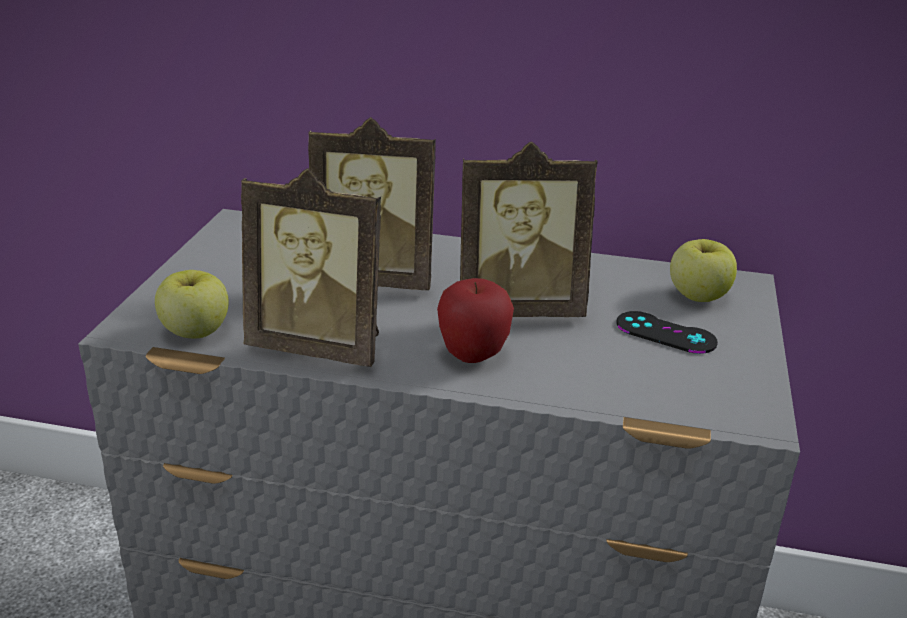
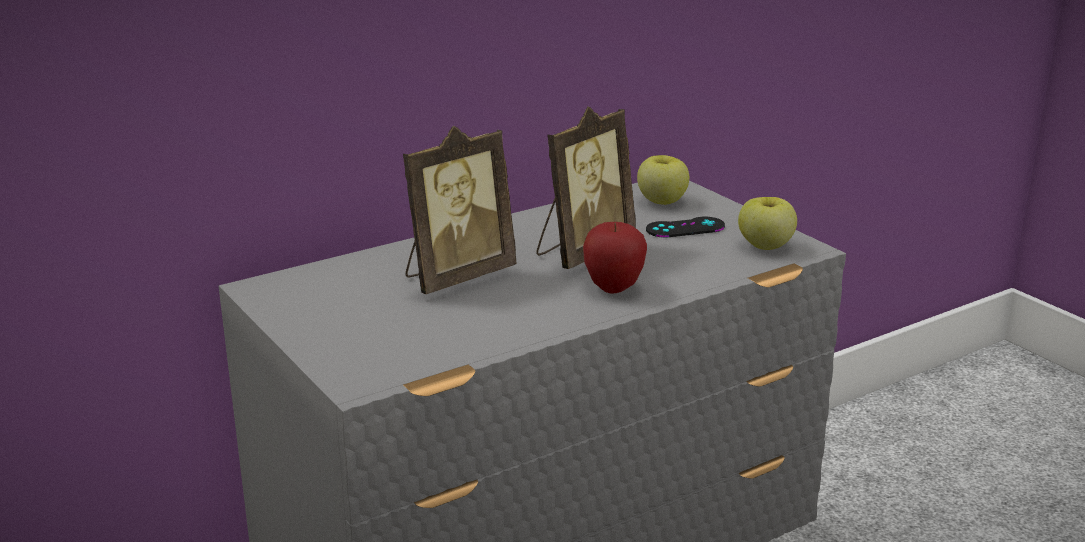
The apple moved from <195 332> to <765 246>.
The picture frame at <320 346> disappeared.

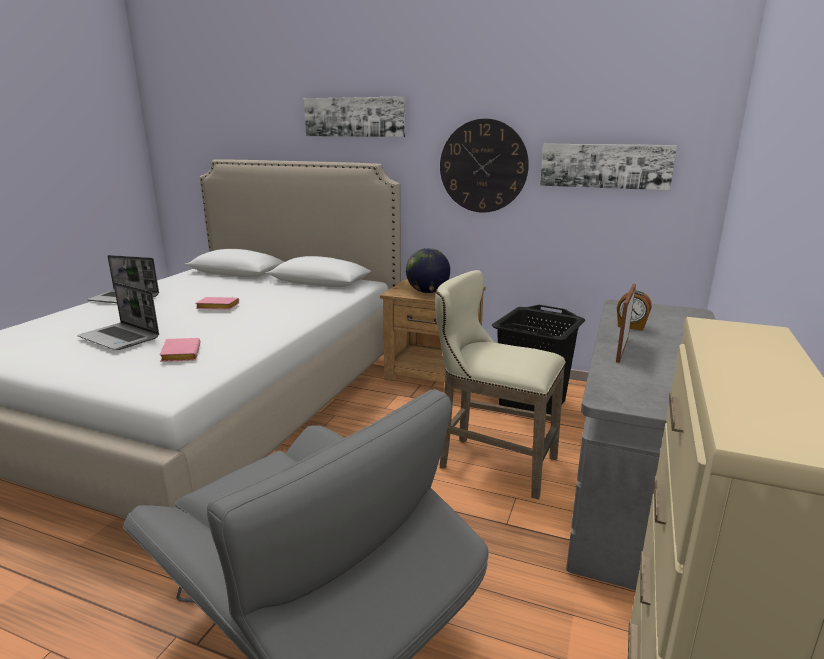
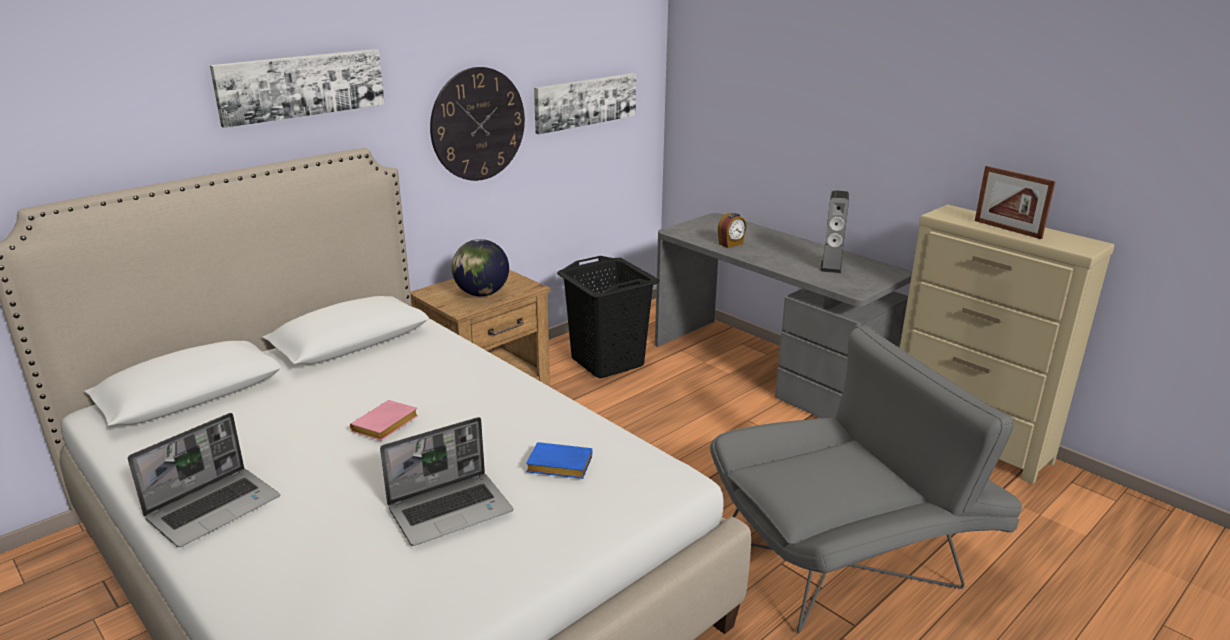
The pink book at <180 354> became the blue book at <557 466>.
The beige stool at <491 462> disappeared.
The picture frame moved from <622 349> to <1007 229>.
The speaker at <831 267> appeared.

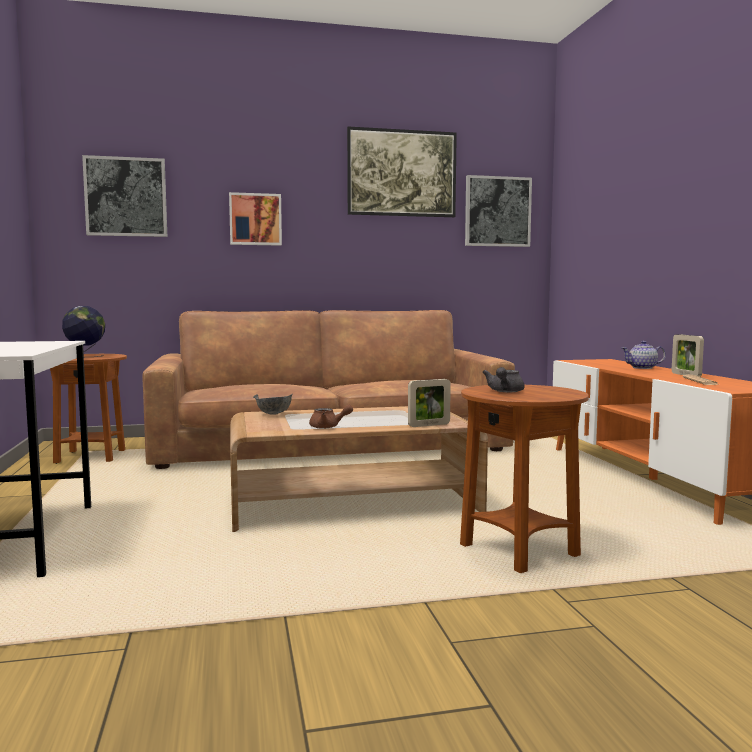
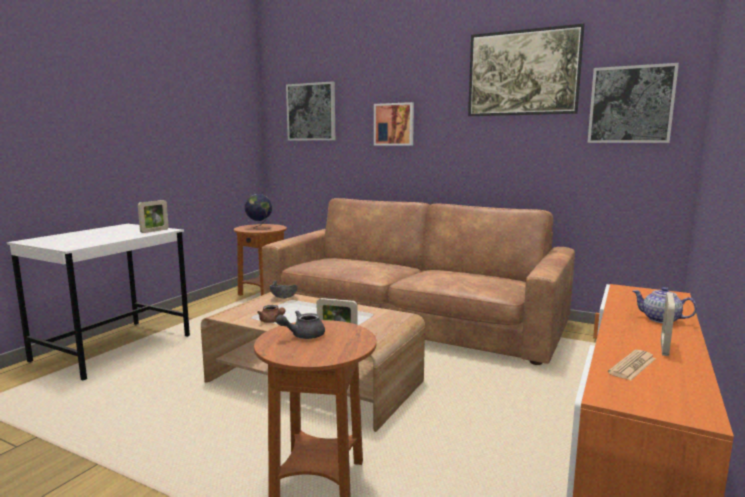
The picture frame at <154 231> appeared.

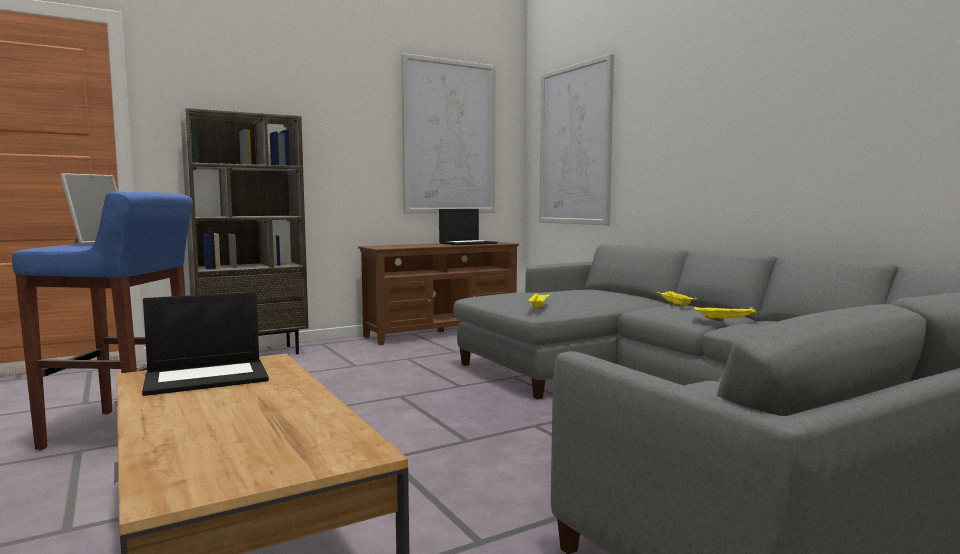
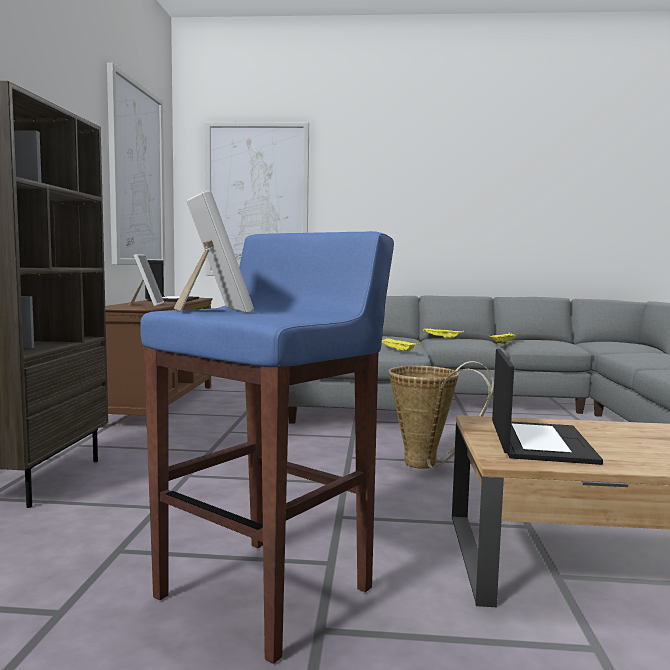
The picture frame at <147 304> appeared.
The basket at <428 465> appeared.

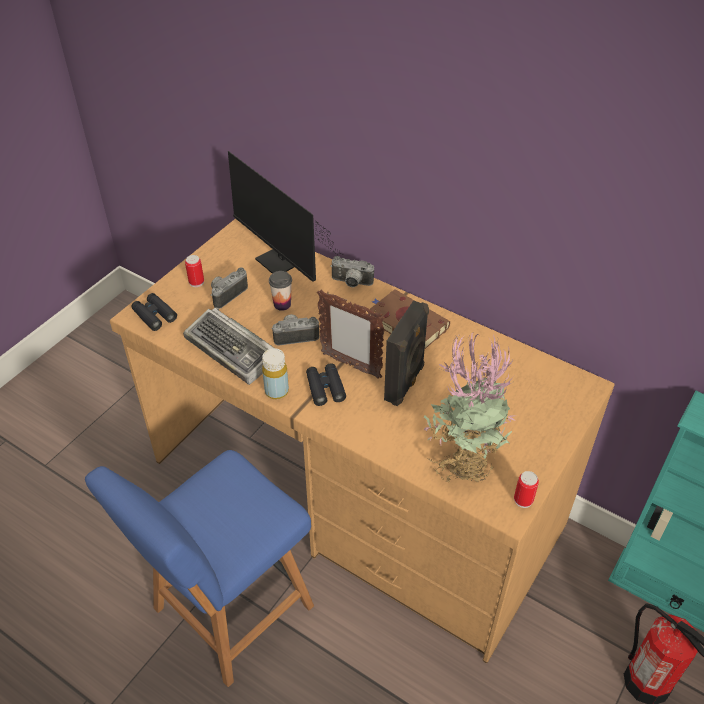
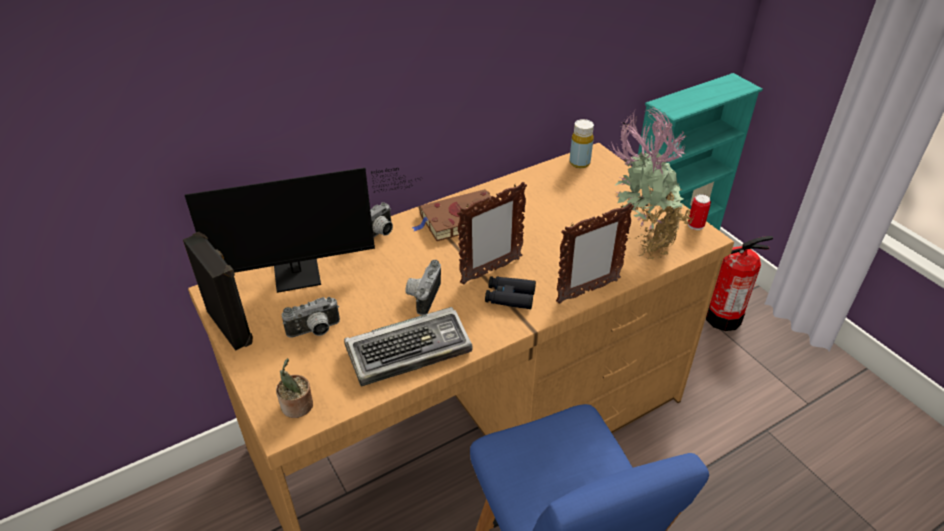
The black binoculars at <154 315> was replaced by the potted plant at <297 407>.
The can at <196 282> disappeared.
The photo camera at <227 294> turned 90 degrees counterclockwise.
The yellow bottle moved from <276 391> to <579 163>.
The cup at <282 304> disappeared.
The black speaker moved from <405 383> to <231 326>.
The picture frame at <587 291> appeared.

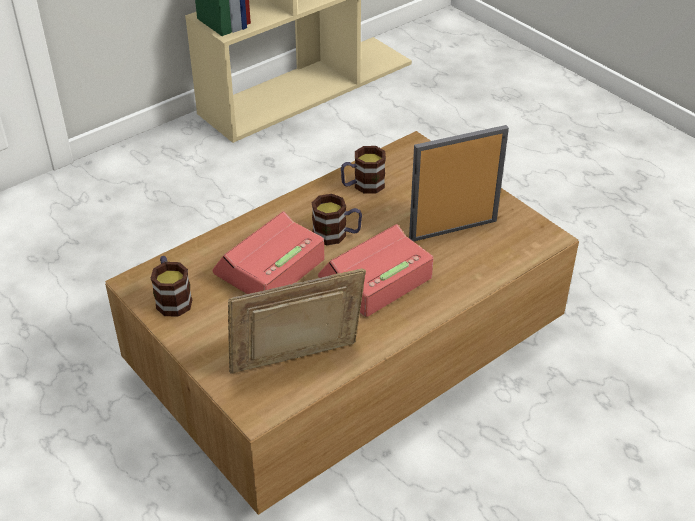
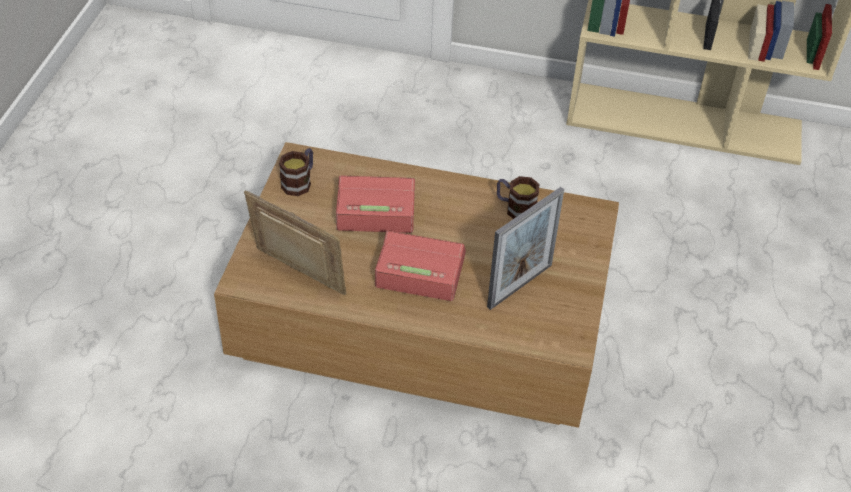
The mug at <337 235> disappeared.
The picture frame at <453 230> turned 105 degrees clockwise.

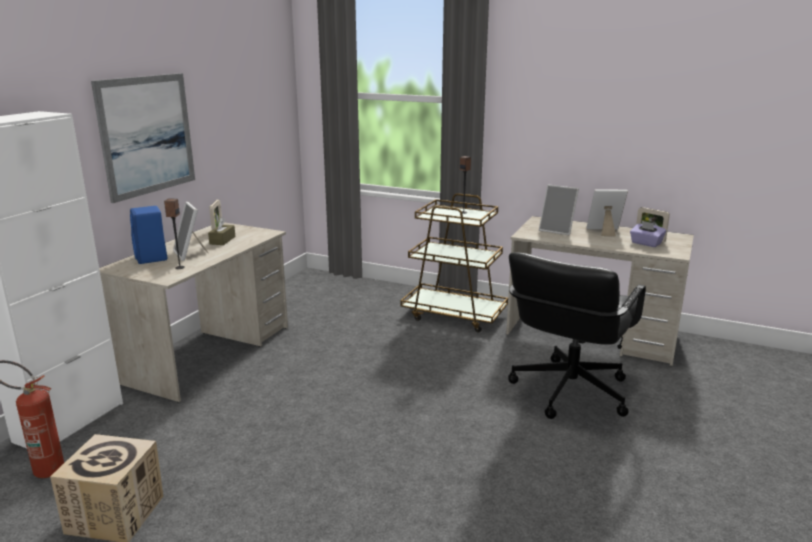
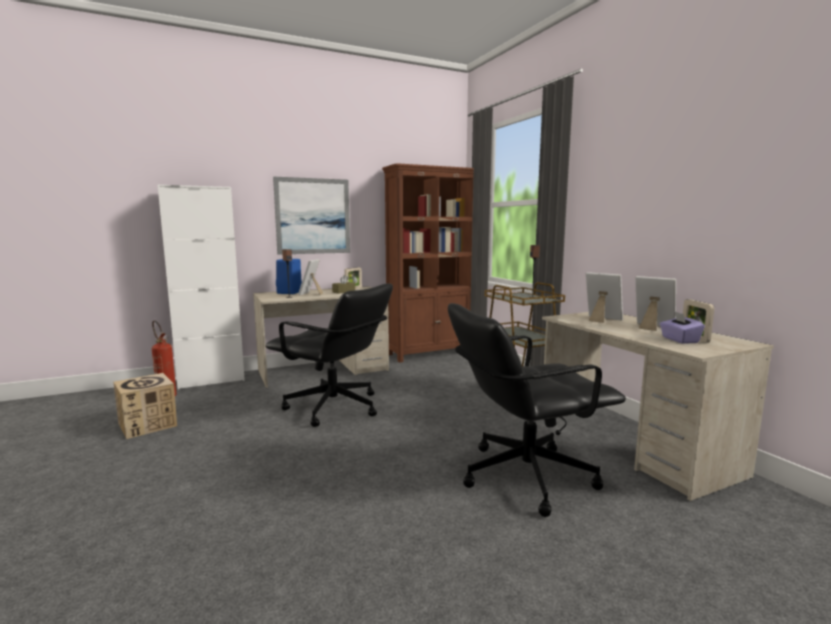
The picture frame at <557 230> turned 150 degrees clockwise.
The black office chair at <334 408> appeared.
The brown bookcase at <430 353> appeared.

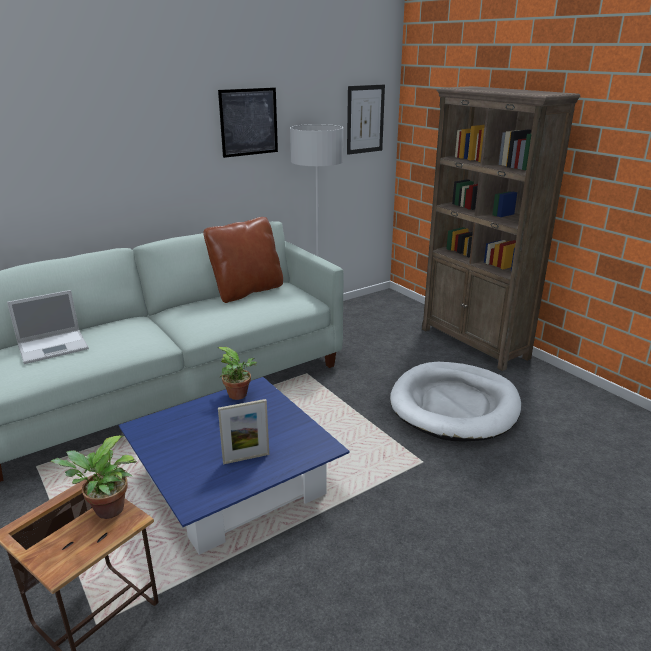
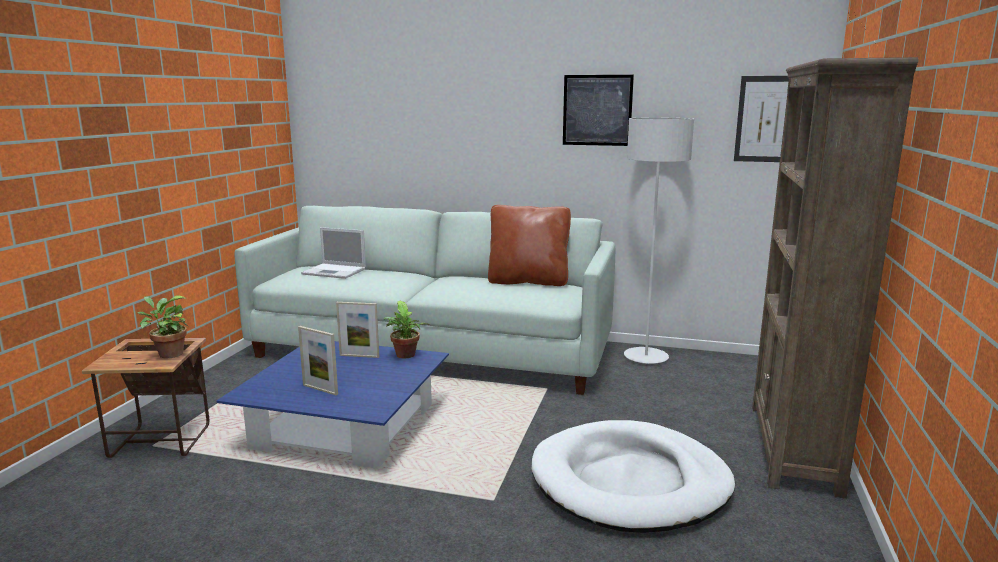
The picture frame at <359 356> appeared.

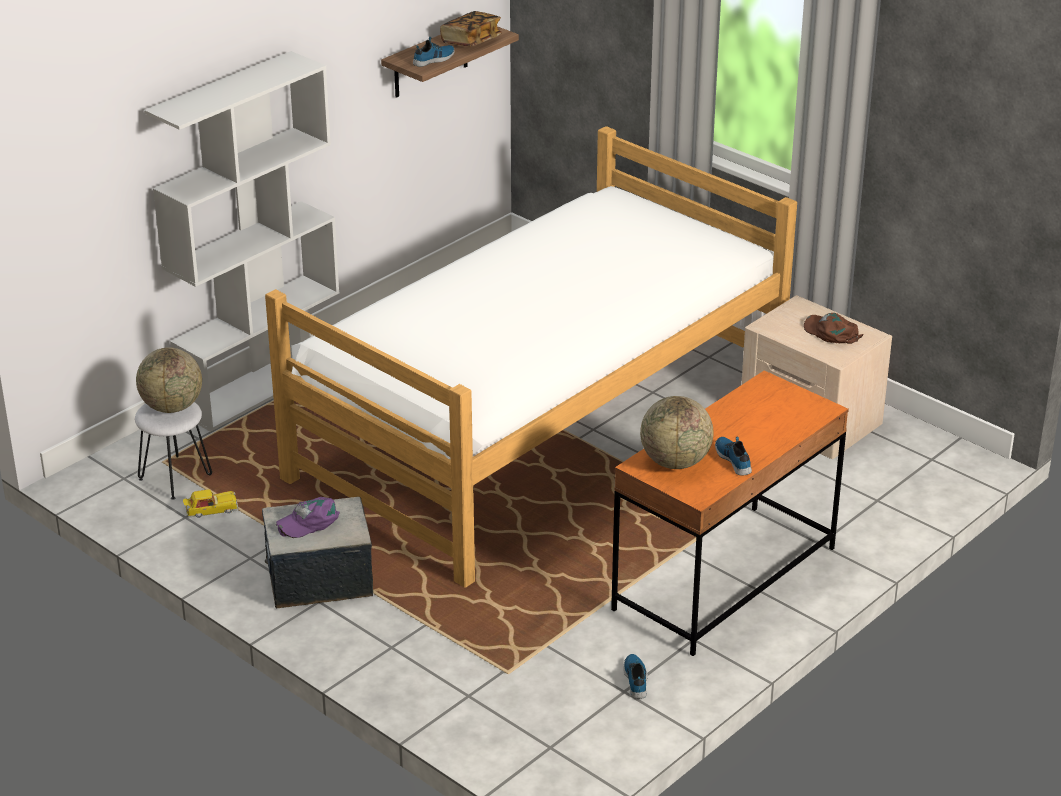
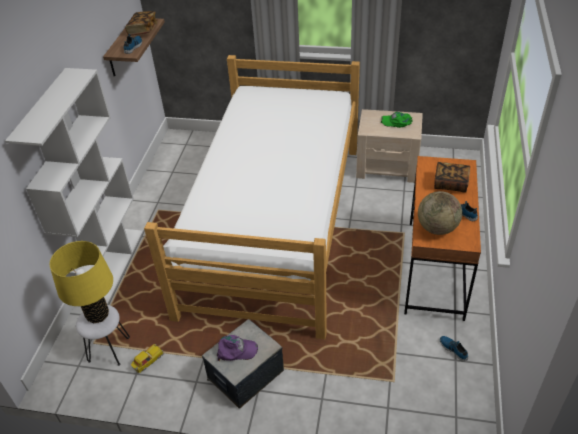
The globe at <172 407> was replaced by the yellow table lamp at <97 315>.
The purple cap at <309 521> turned 120 degrees counterclockwise.
The brown cap at <831 332> became the green cap at <397 122>.
The book at <450 184> appeared.

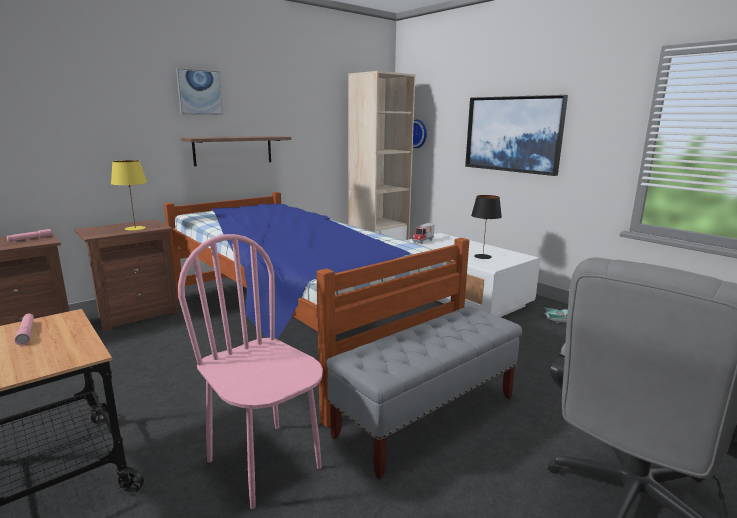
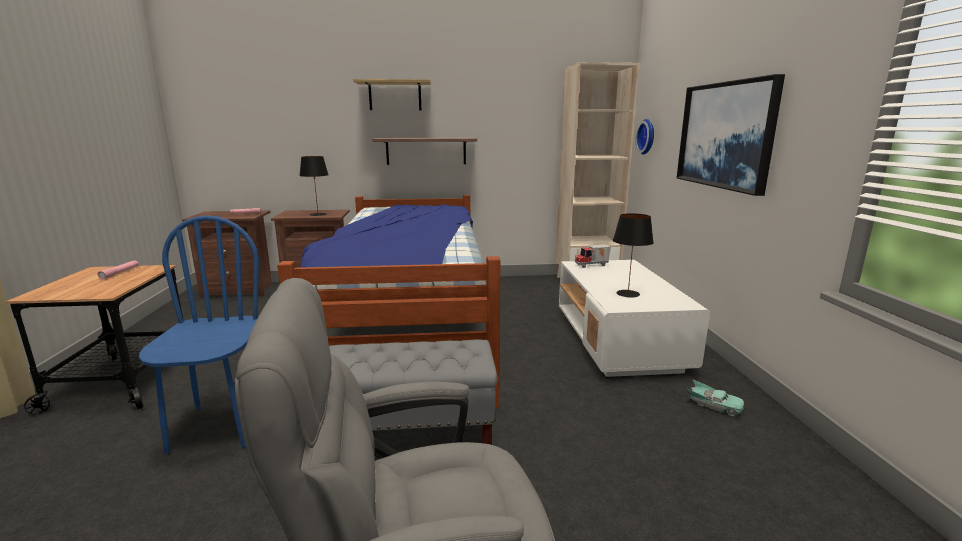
The yellow table lamp at <135 228> became the black table lamp at <318 214>.
The picture at <199 92> was replaced by the shelf at <395 96>.
The pink chair at <265 463> became the blue chair at <220 426>.

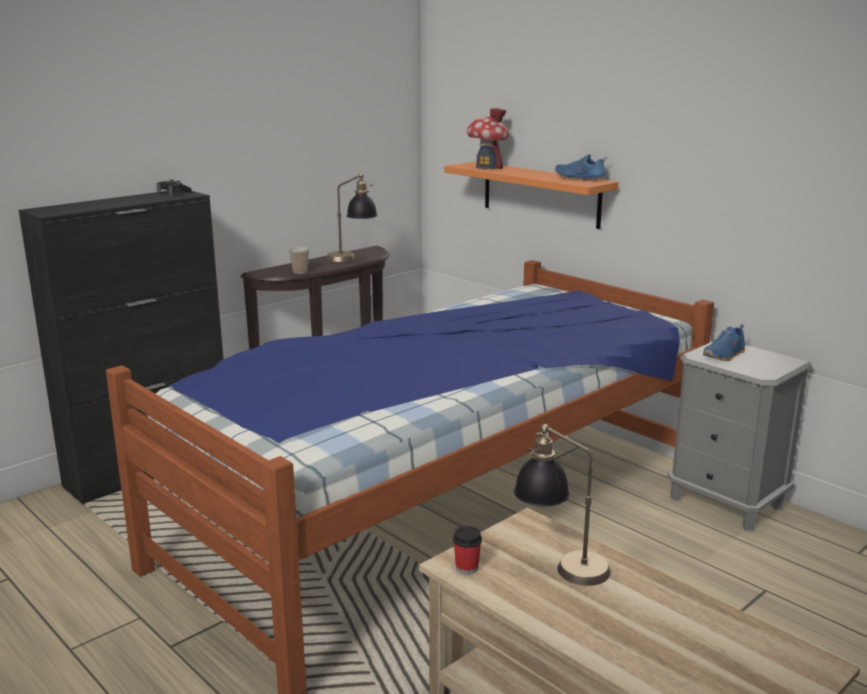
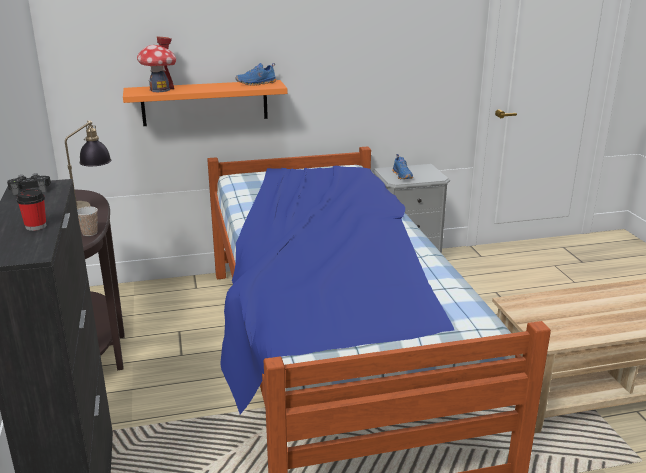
The cup moved from <467 568> to <36 226>.
The table lamp at <560 567> disappeared.

